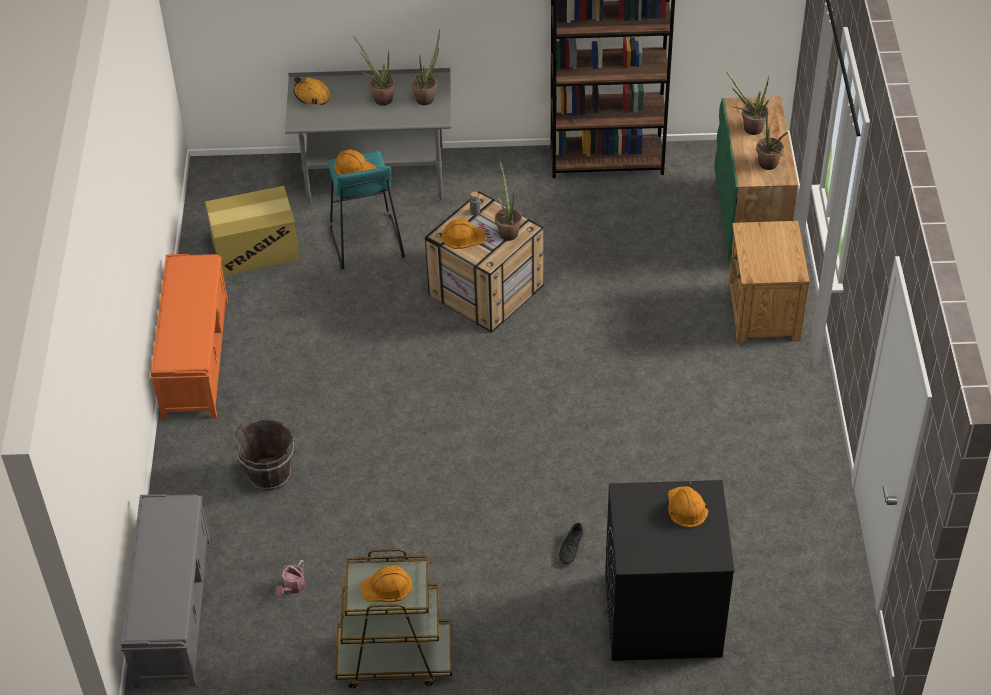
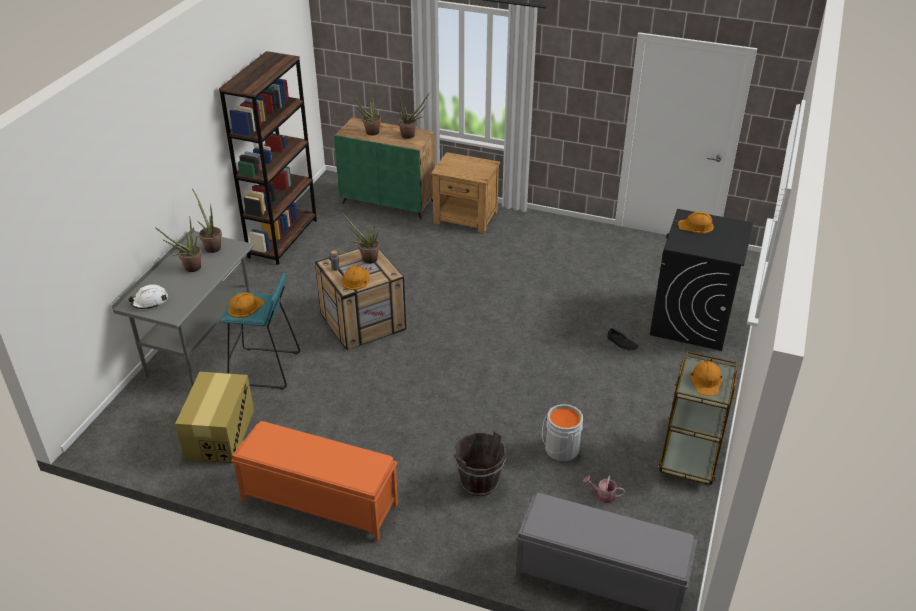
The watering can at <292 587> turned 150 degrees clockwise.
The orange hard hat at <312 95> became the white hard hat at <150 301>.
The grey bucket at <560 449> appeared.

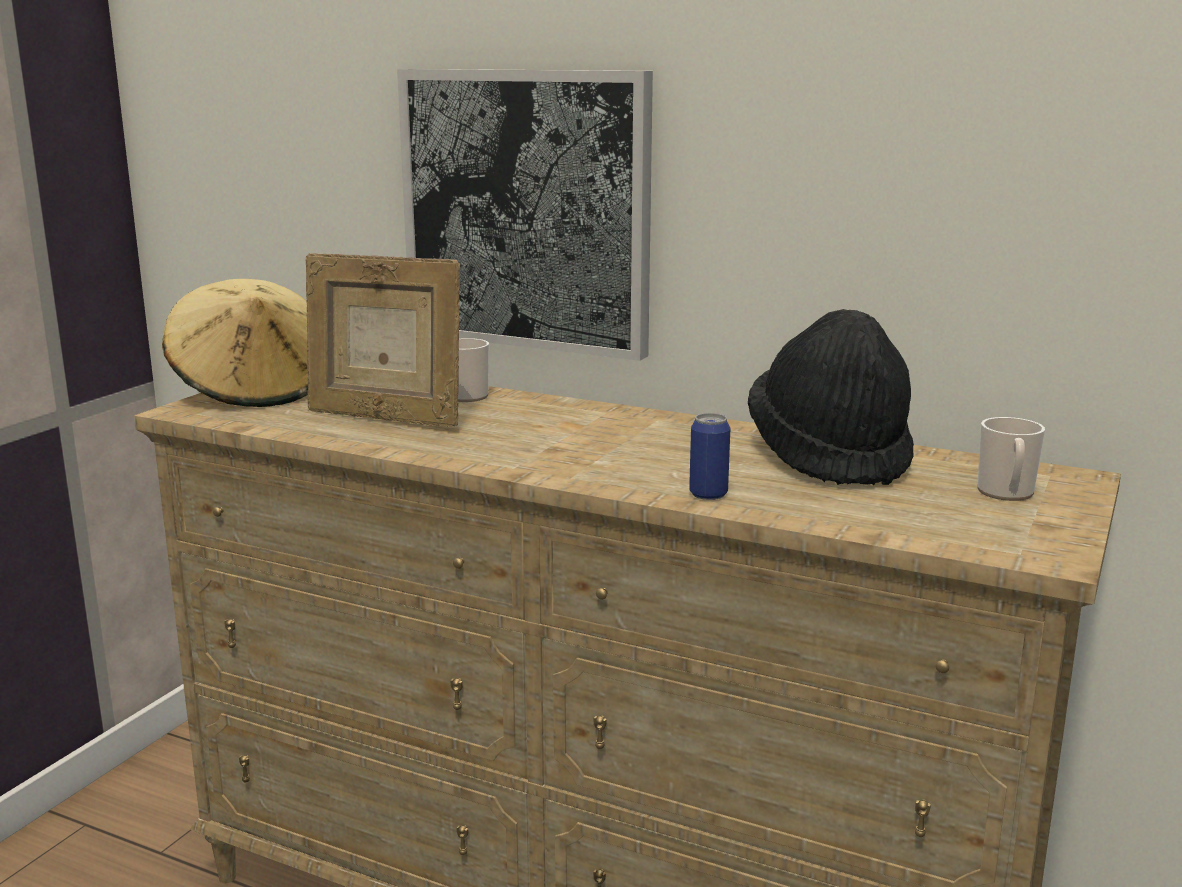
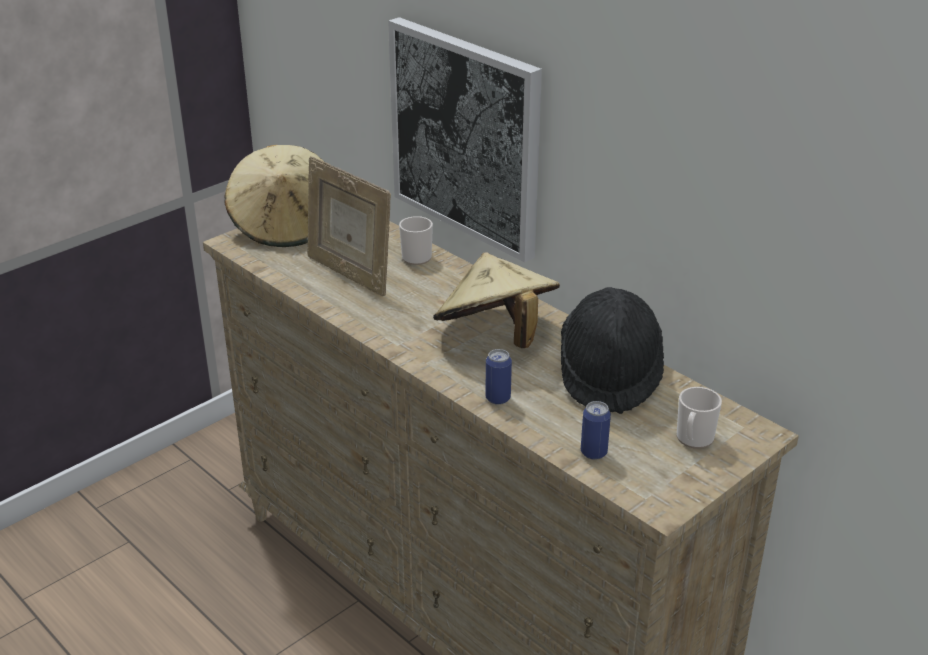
The beige hat at <496 336> appeared.
The can at <593 452> appeared.

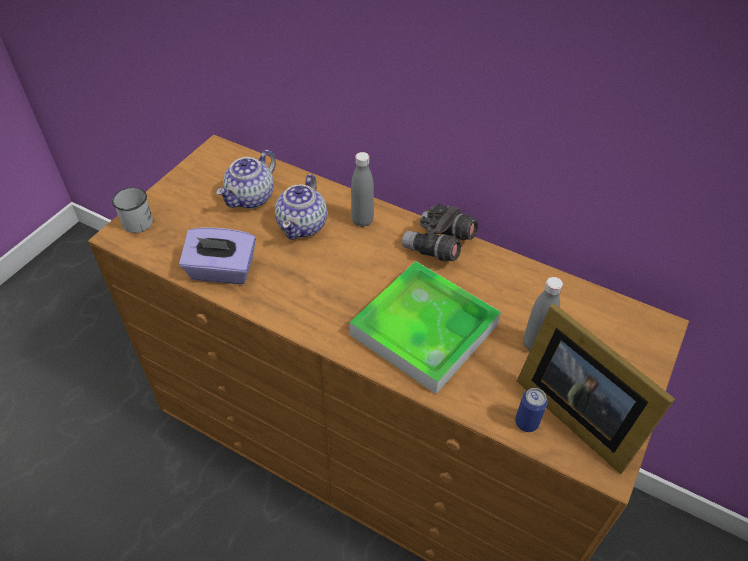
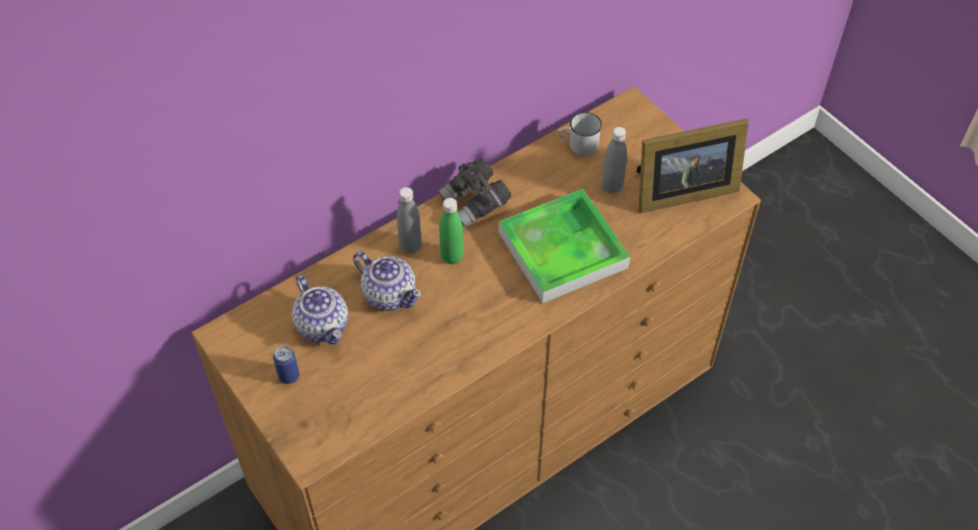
The white mug moved from <136 219> to <578 145>.
The purple tissue box at <222 271> disappeared.
The can moved from <526 423> to <289 376>.
The green bottle at <452 256> appeared.

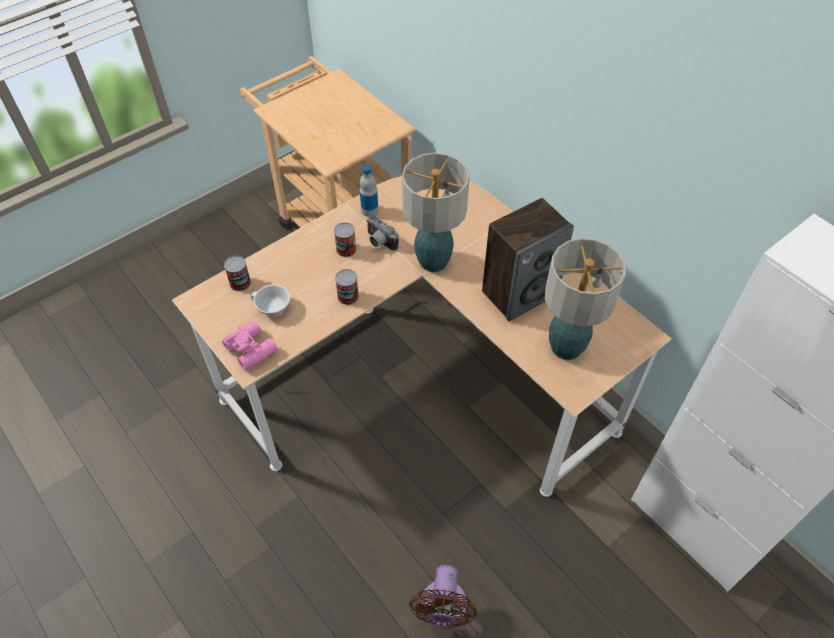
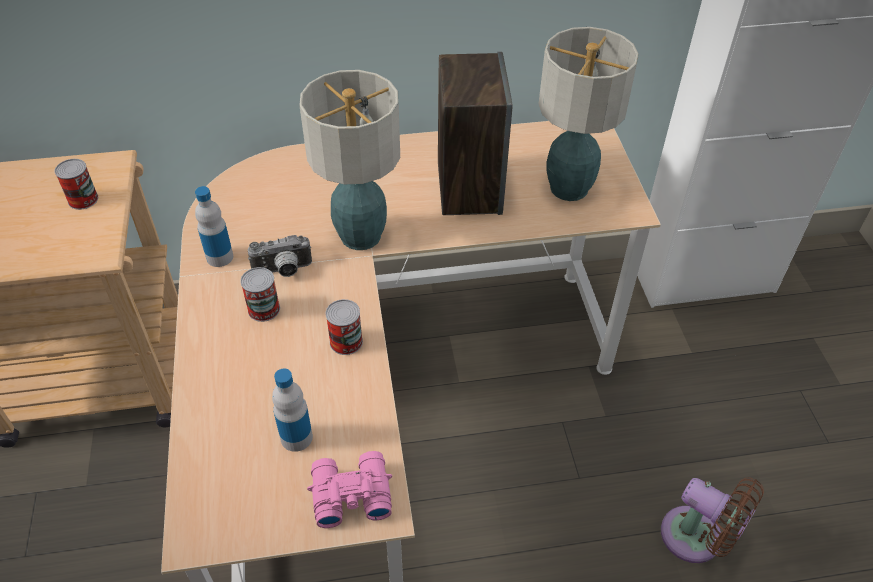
The can moved from <240 283> to <83 199>.
The white cup at <272 308> was replaced by the bottle at <296 437>.

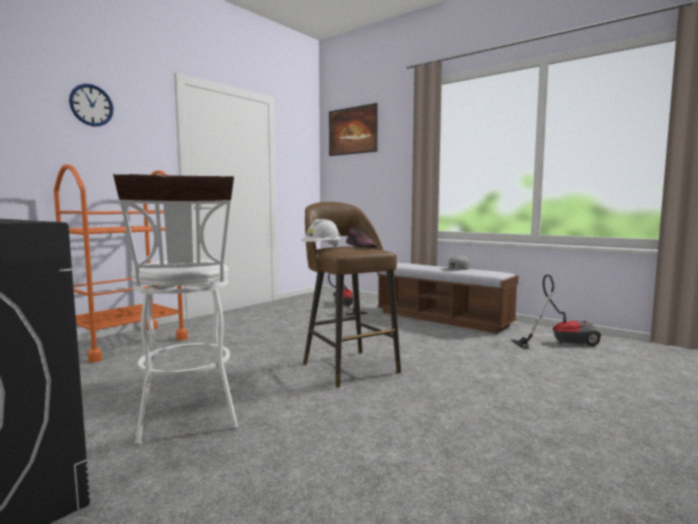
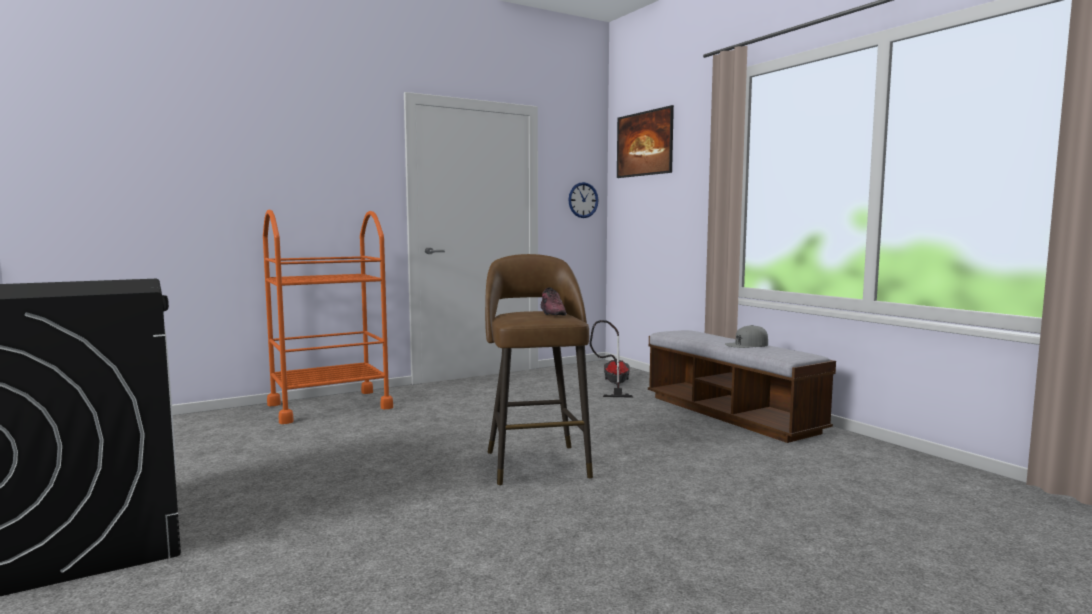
The wall clock moved from <91 105> to <583 200>.
The white stool at <188 420> disappeared.
The white hard hat at <321 248> disappeared.
The vacuum cleaner at <560 342> disappeared.

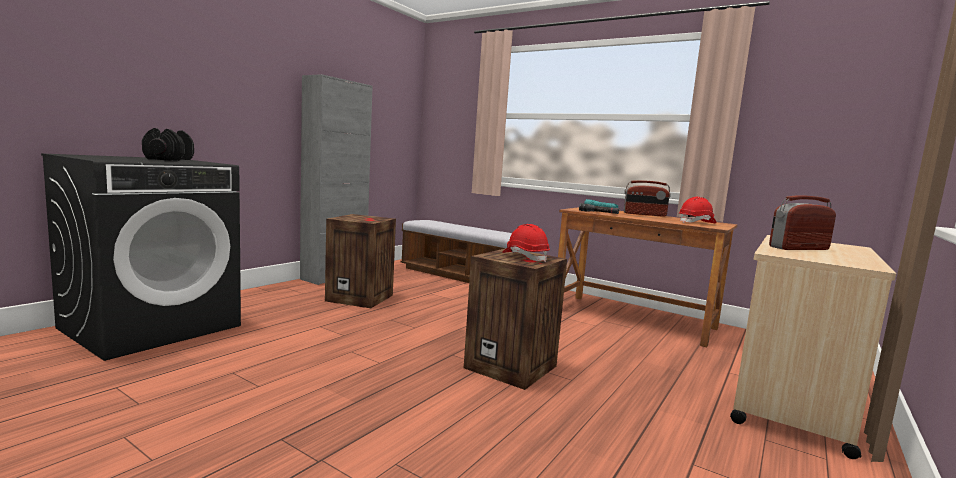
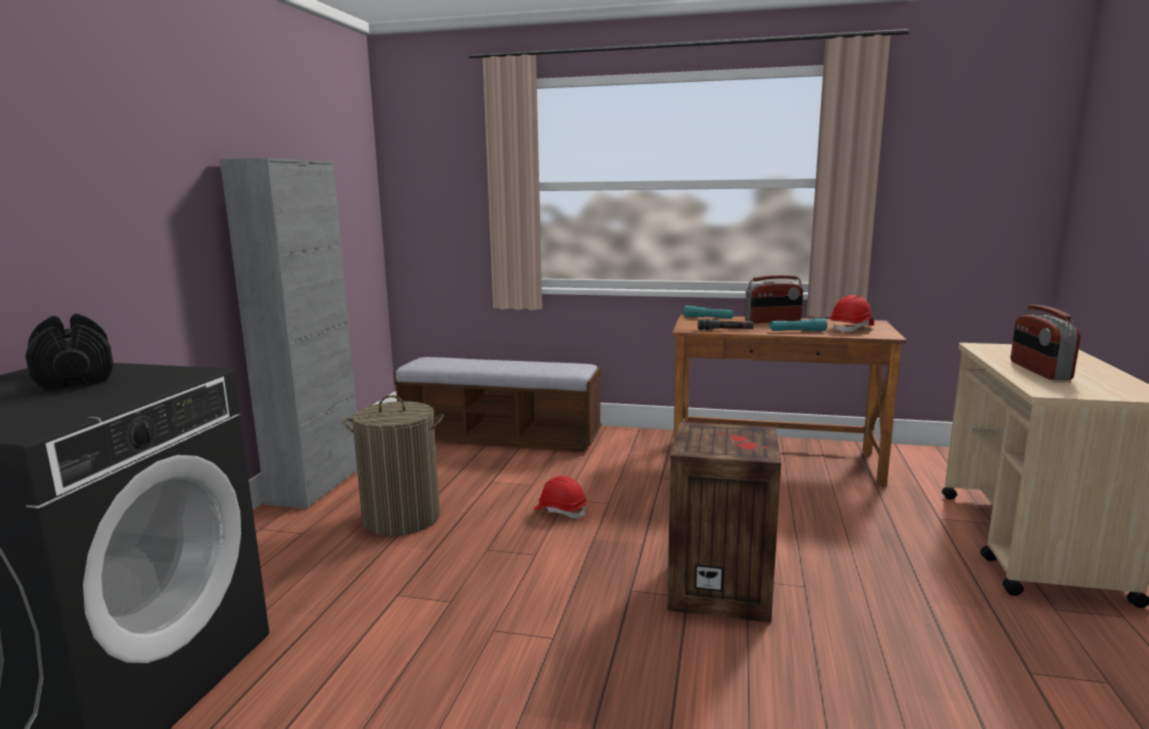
The crate at <361 298> was replaced by the laundry basket at <402 518>.
The red hard hat moved from <525 257> to <560 511>.
The radio at <798 248> turned 45 degrees counterclockwise.
The turquoise flashlight at <797 331> appeared.

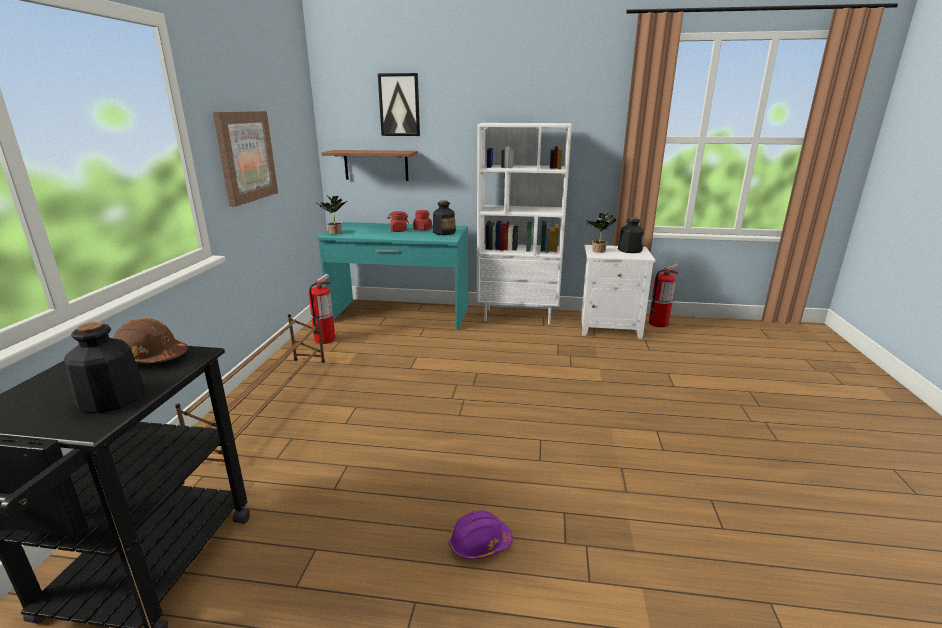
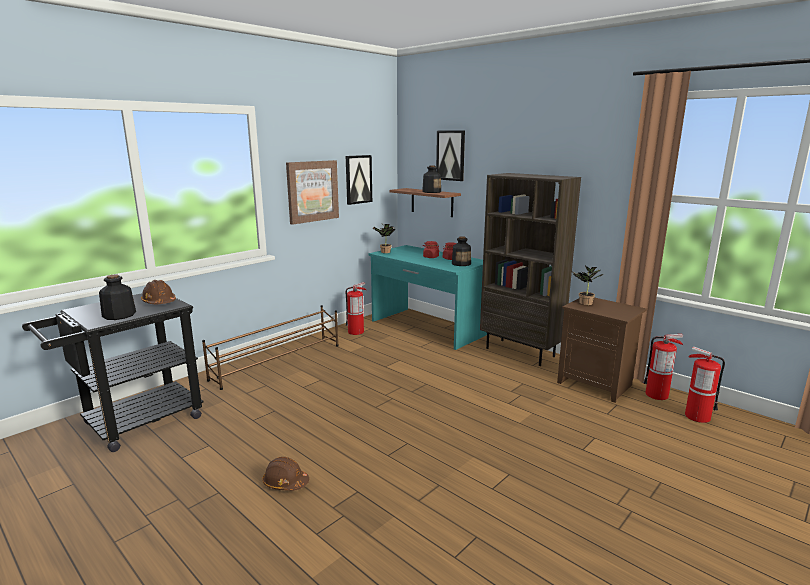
The purple hard hat at <479 544> became the brown hard hat at <285 482>.
The white bookcase at <518 316> became the brown bookcase at <521 352>.
The white nightstand at <610 327> became the brown nightstand at <596 384>.
The bottle moved from <629 250> to <431 192>.
The picture at <358 179> appeared.
The fire extinguisher at <697 416> appeared.

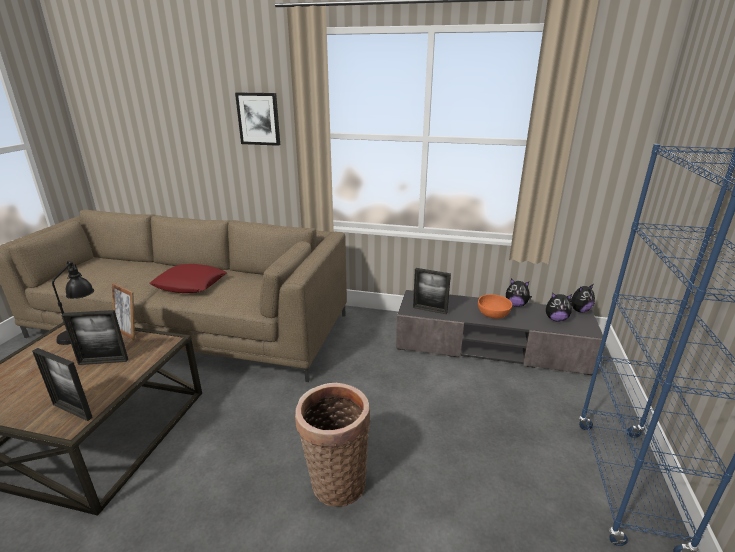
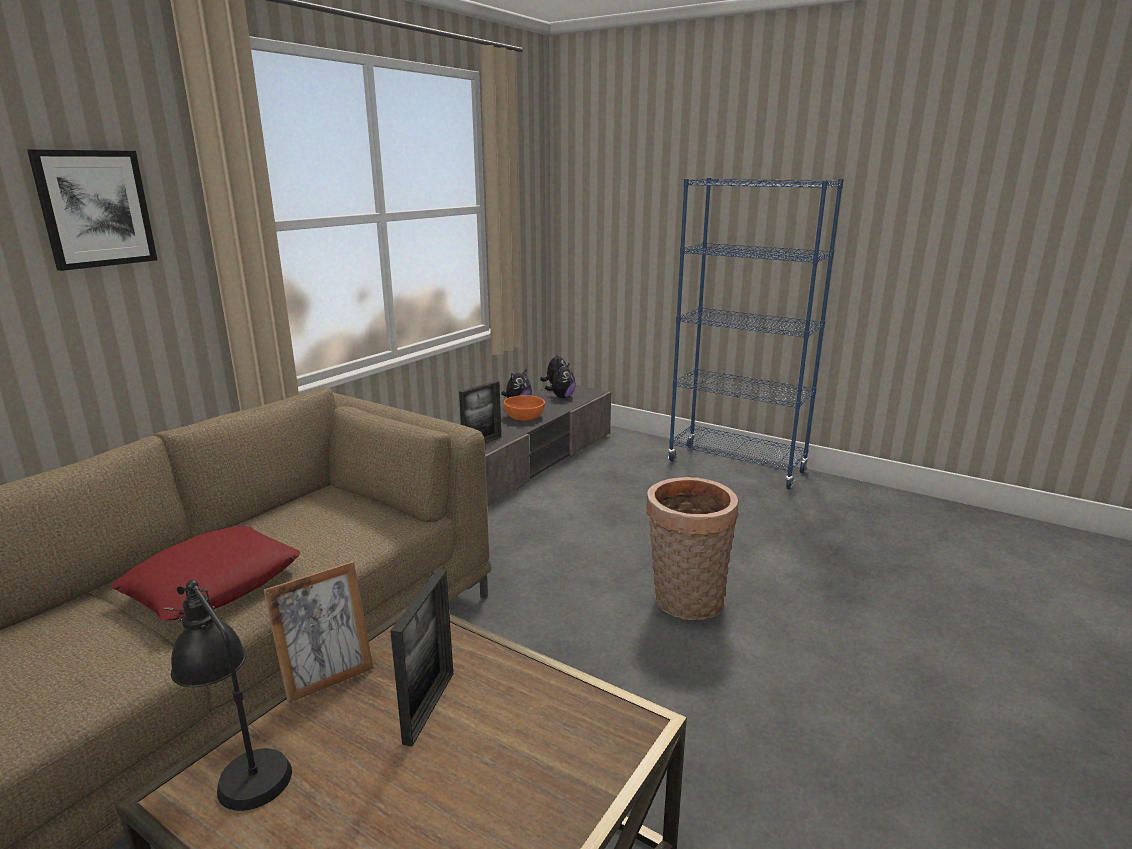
The picture frame at <72 411> disappeared.

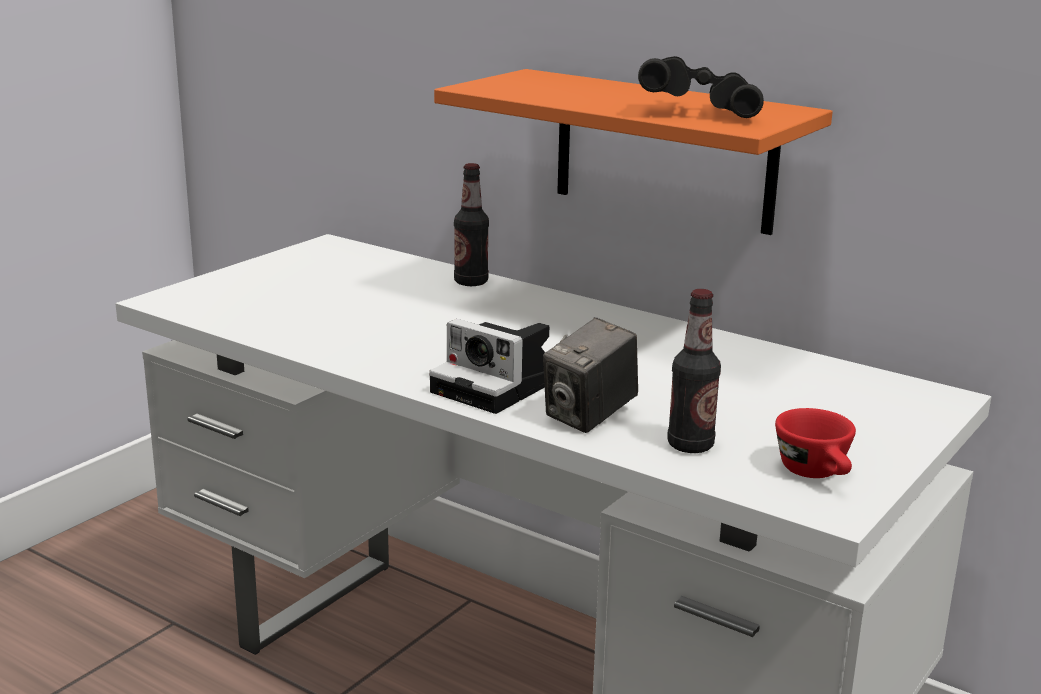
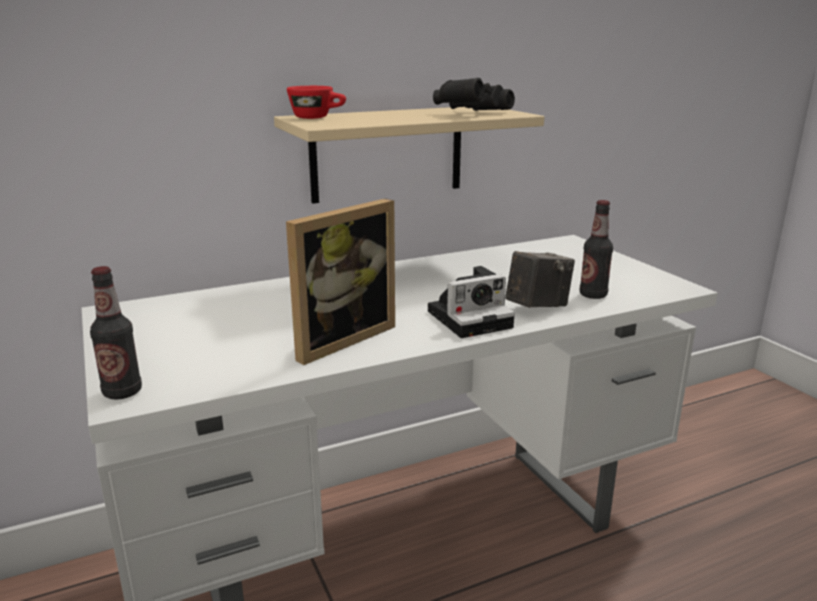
The orange shelf at <664 151> became the beige shelf at <387 153>.
The bottle moved from <471 282> to <122 392>.
The photo camera at <589 417> turned 105 degrees counterclockwise.
The red cup moved from <817 474> to <318 117>.
The picture frame at <338 338> appeared.

